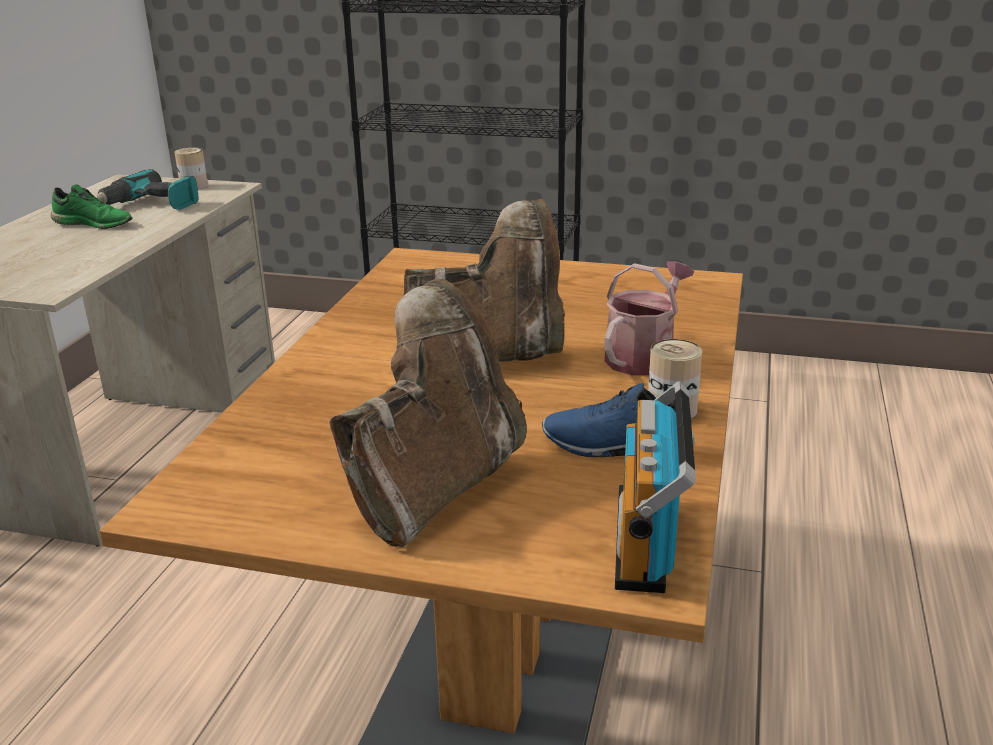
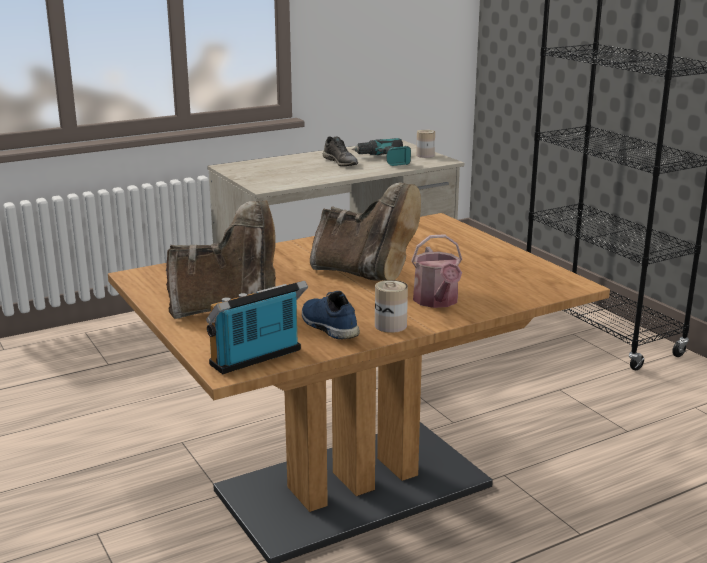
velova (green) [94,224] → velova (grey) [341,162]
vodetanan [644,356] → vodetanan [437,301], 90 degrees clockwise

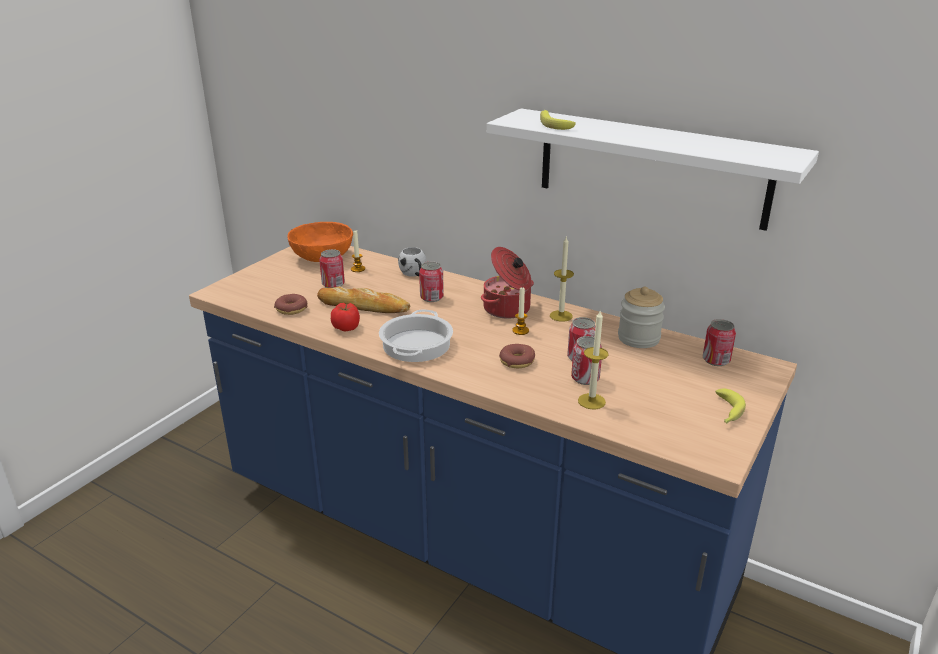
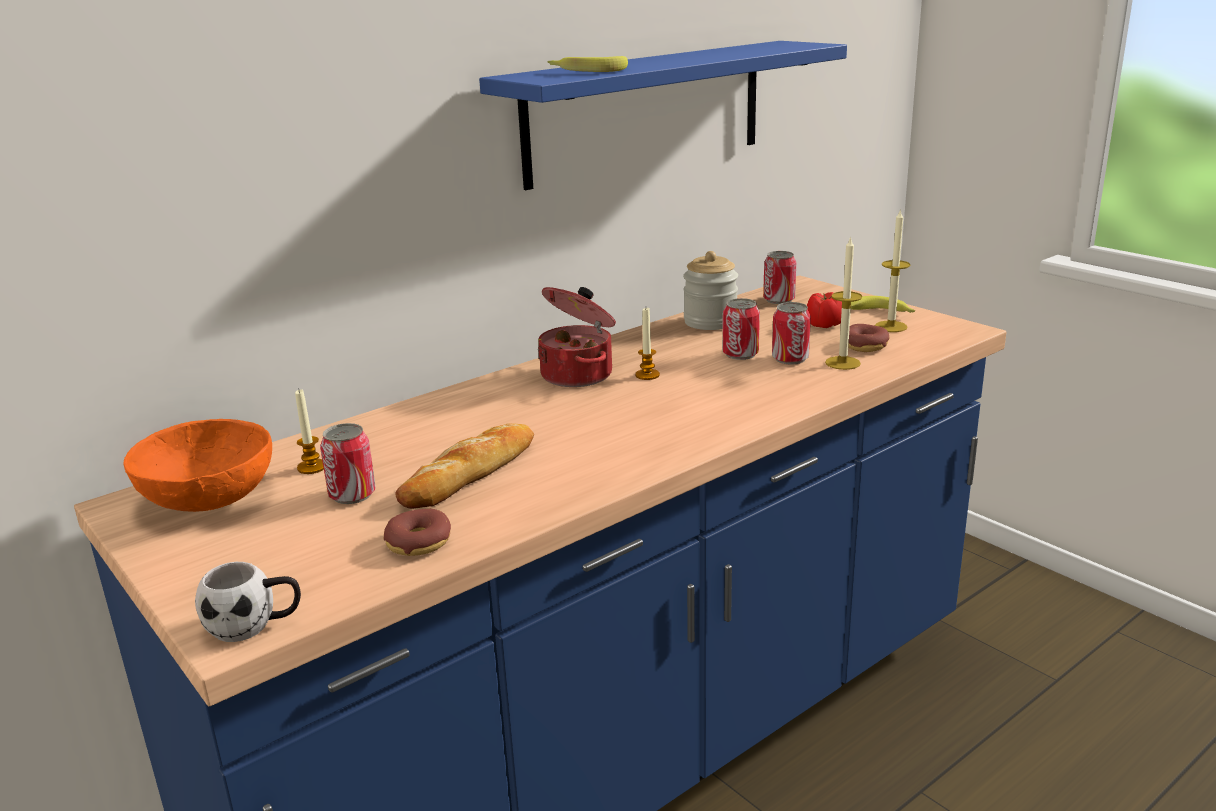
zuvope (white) [651,168] → zuvope (blue) [646,112]
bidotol [561,316] → bidotol [891,326], move
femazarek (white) [414,274] → femazarek (white) [254,625], move
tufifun [431,297] → -
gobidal [346,327] → gobidal [823,325], move
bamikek [417,345] → -
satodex [517,361] → satodex [864,345], move

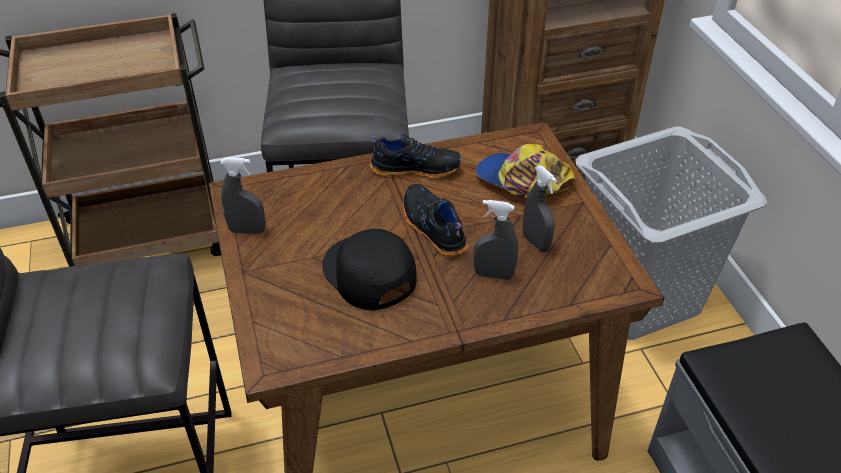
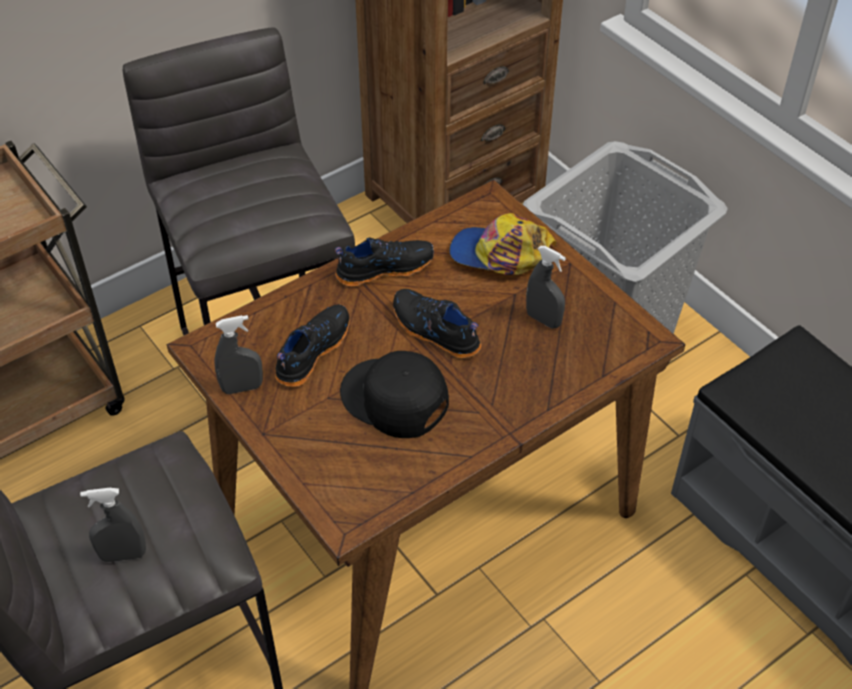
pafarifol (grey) [493,275] → pafarifol (grey) [123,555], move
- → velova (black) [311,352]

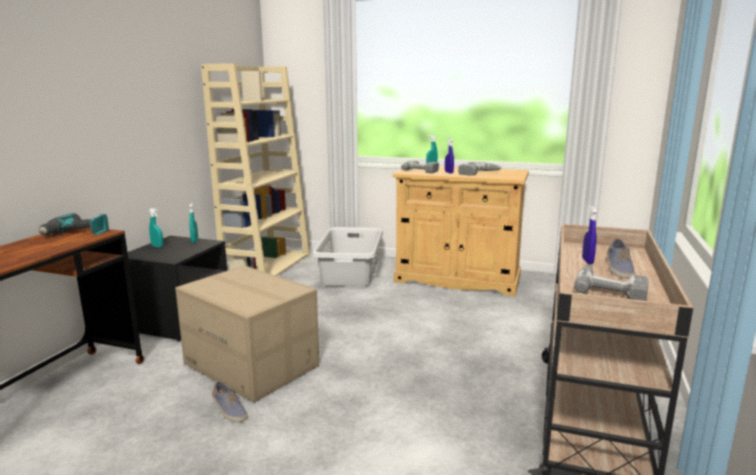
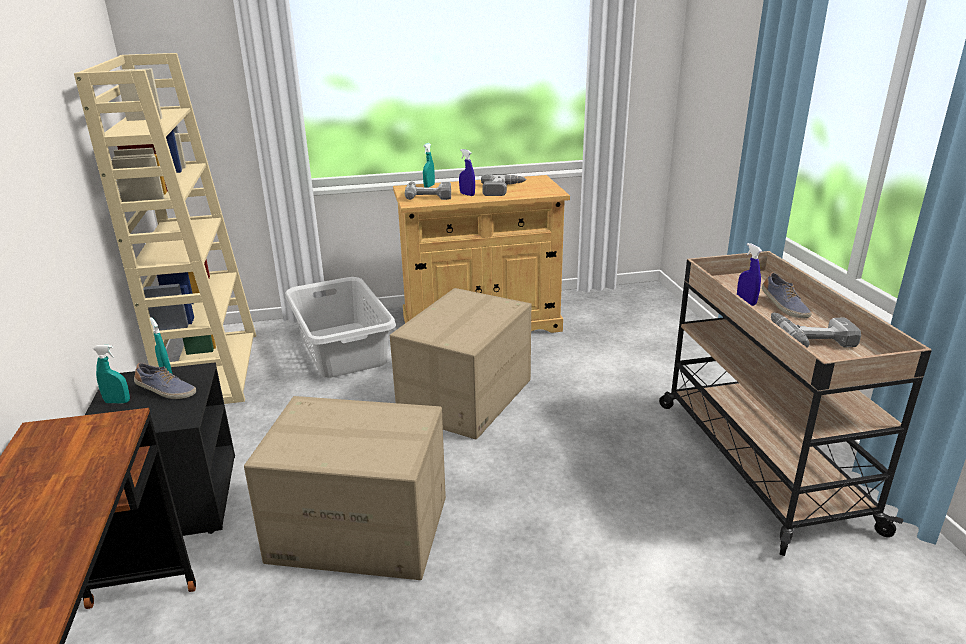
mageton [76,234] → -
velova [229,410] → velova [166,392], move
- → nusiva [467,398]

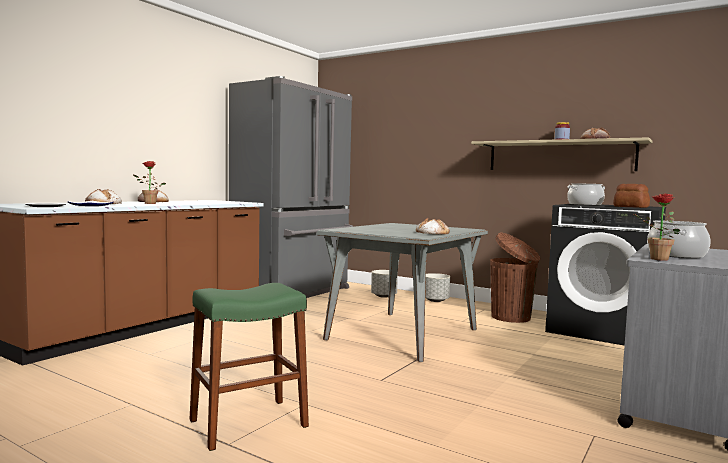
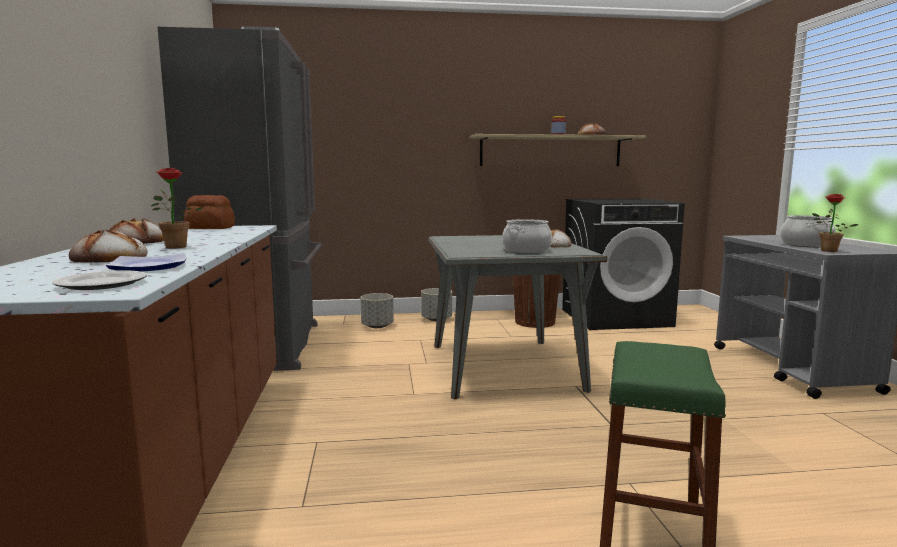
bamikek [585,204] → bamikek [526,251], move
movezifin [631,207] → movezifin [210,228], move

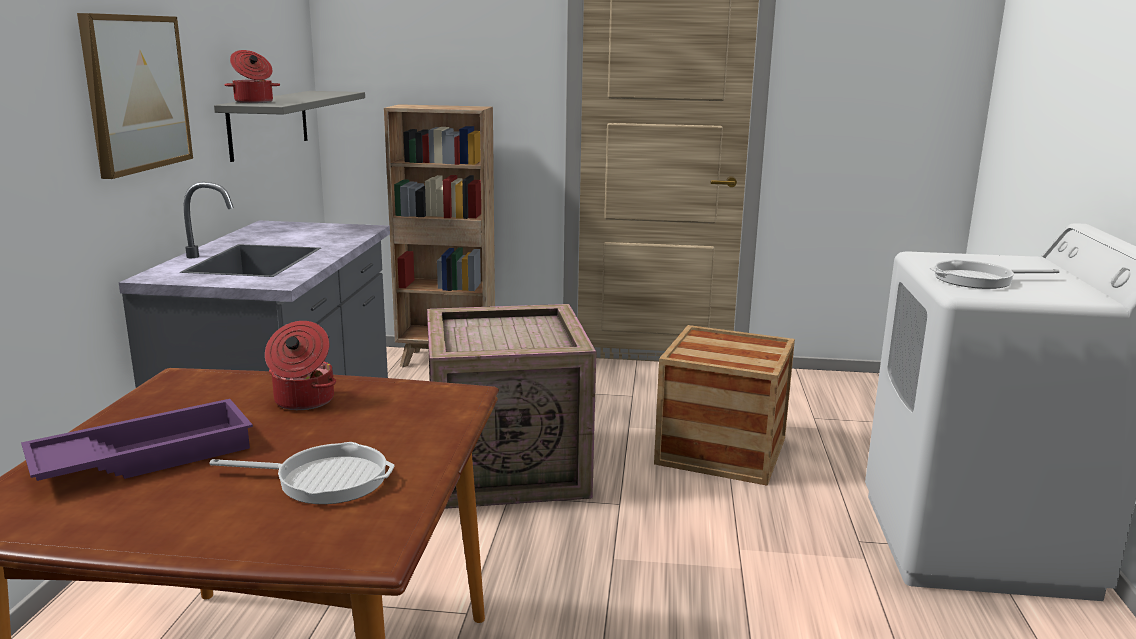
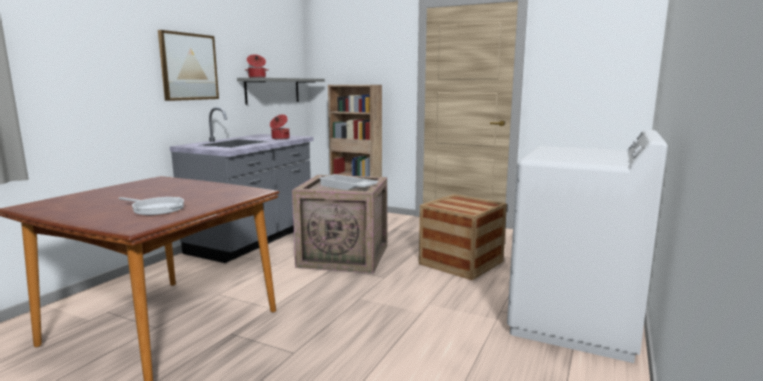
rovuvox [978,280] → -
bamikek [303,401] → bamikek [280,138], move
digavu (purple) [145,456] → -
- → digavu (white) [347,187]

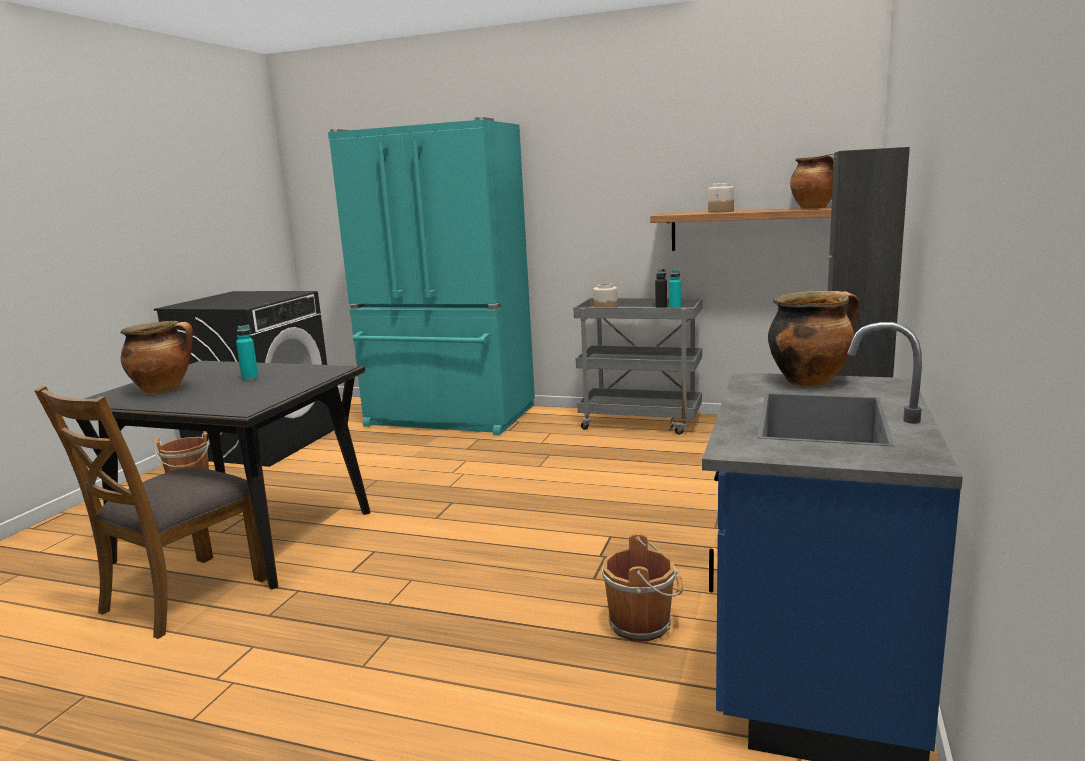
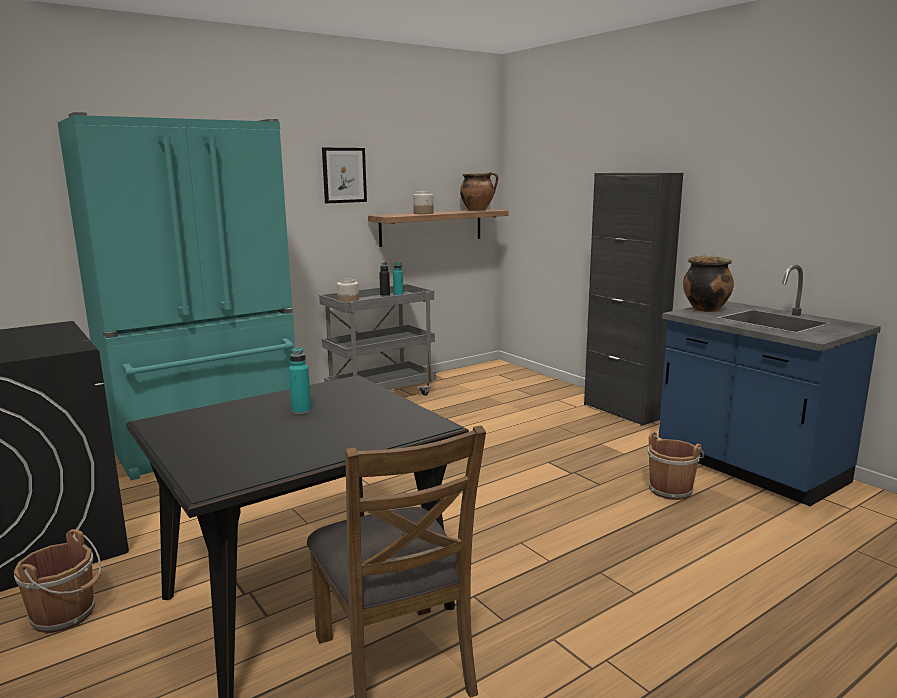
bamikek [164,389] → -
- → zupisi [344,175]

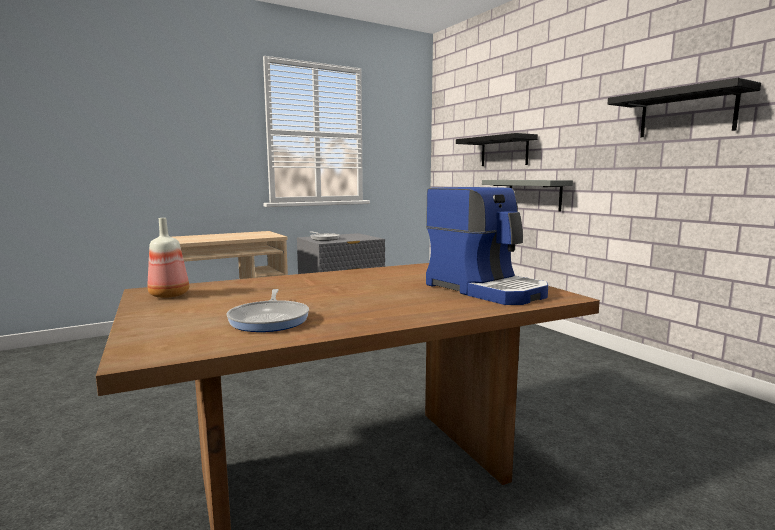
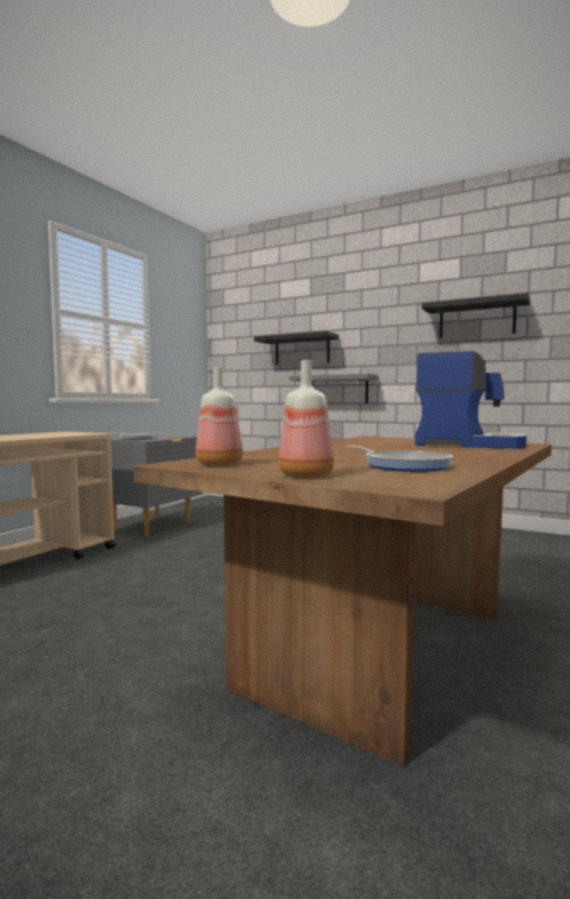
- → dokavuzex [307,475]

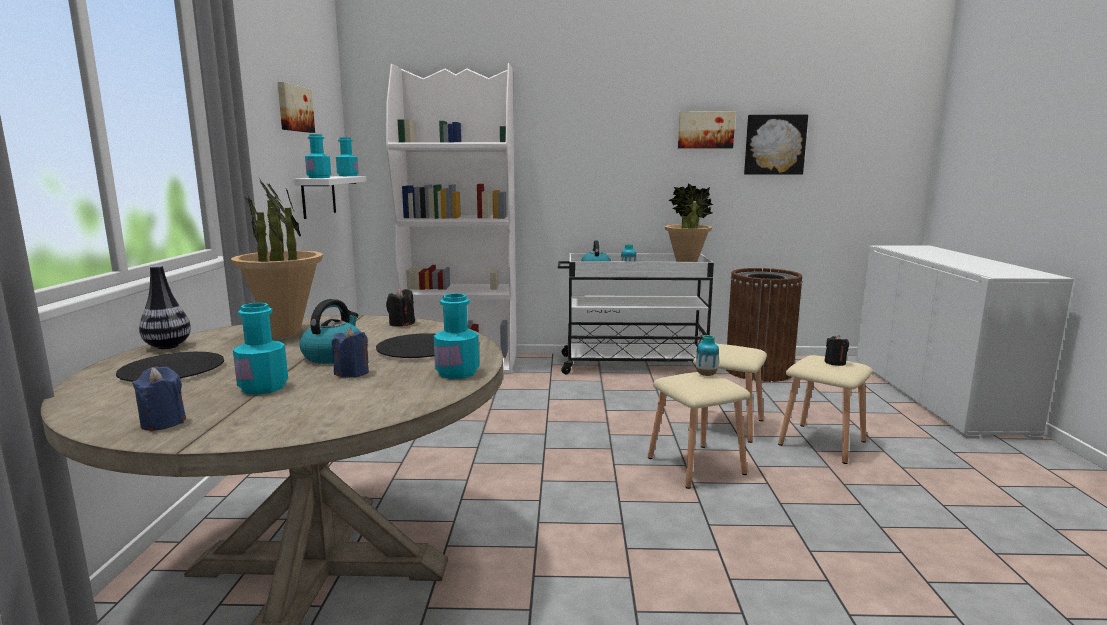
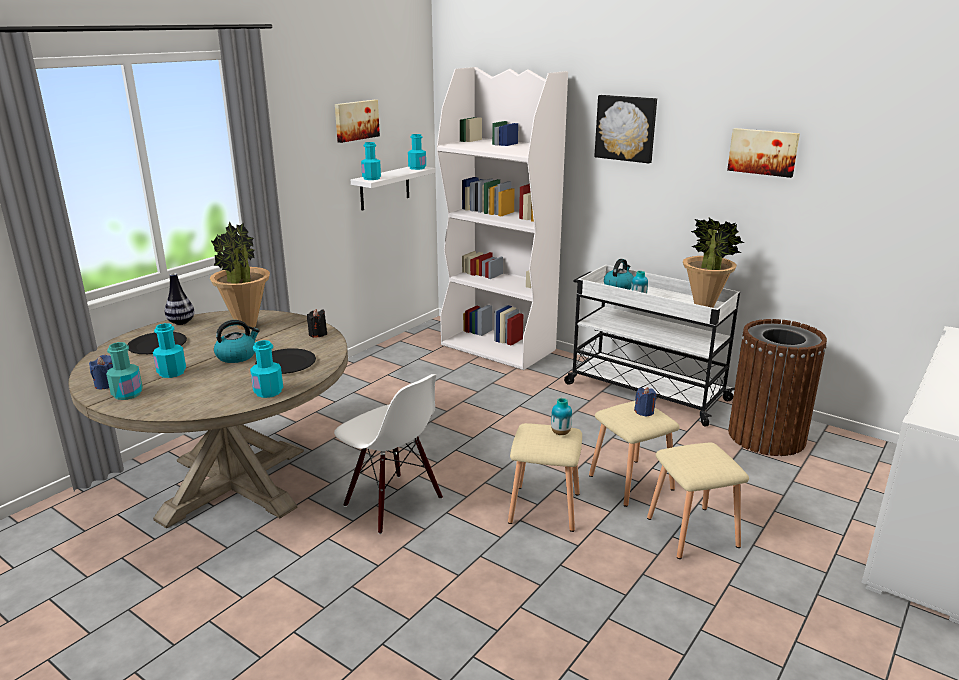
zupisi [774,145] → zupisi [626,128], move
bidotol (blue) [352,373] → bidotol (blue) [644,412], move
bidotol (black) [835,363] → -
- → dokavuzex (turquoise) [127,394]
- → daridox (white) [392,503]

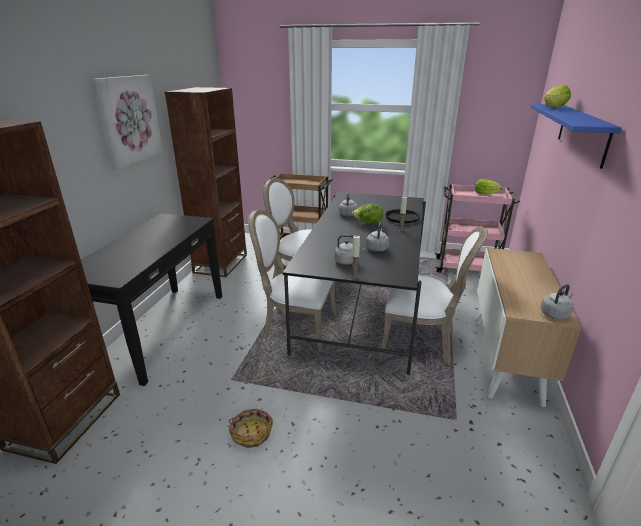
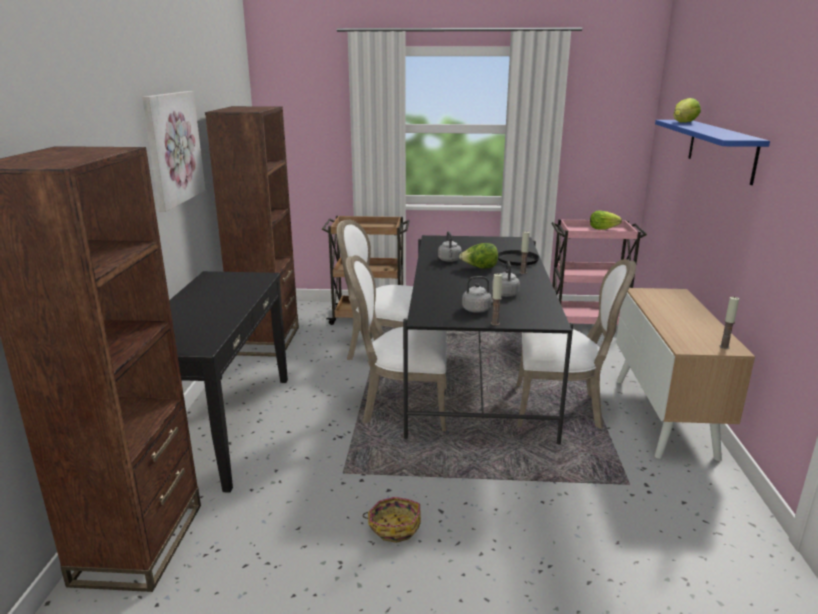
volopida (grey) [555,314] → bidotol [724,347]

